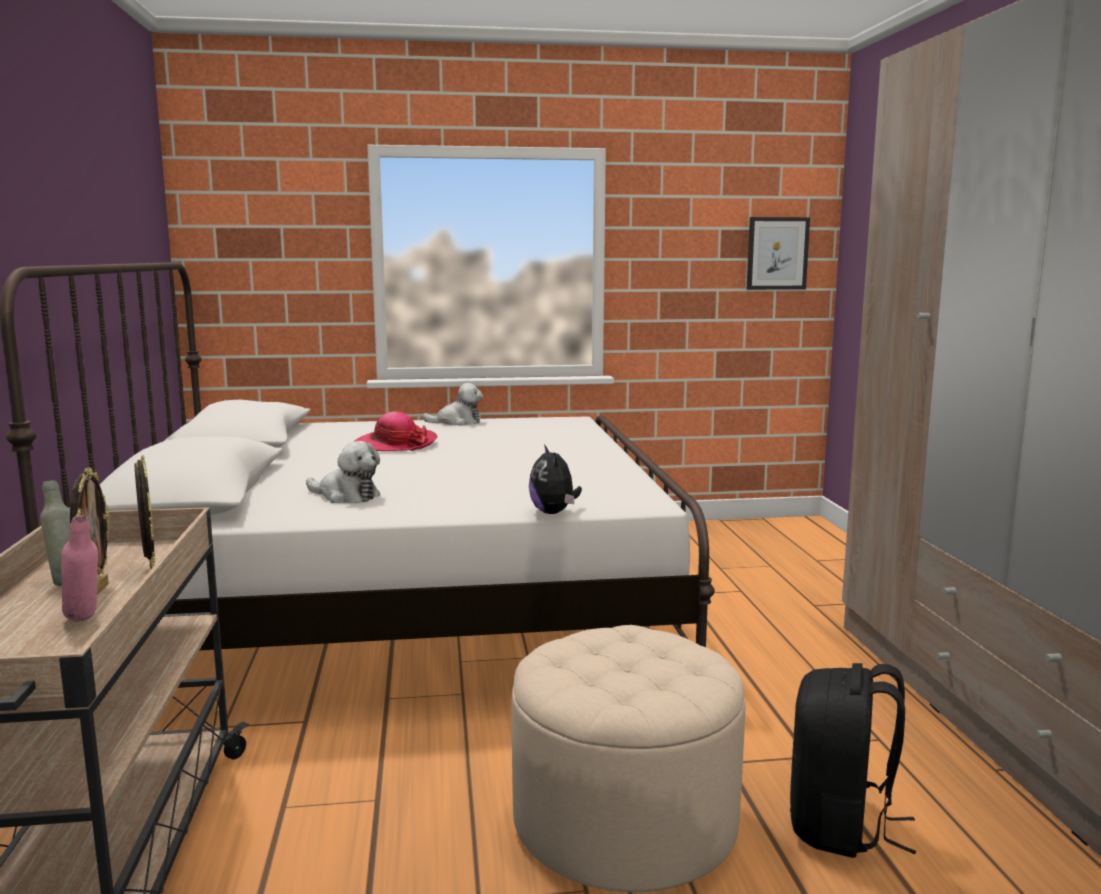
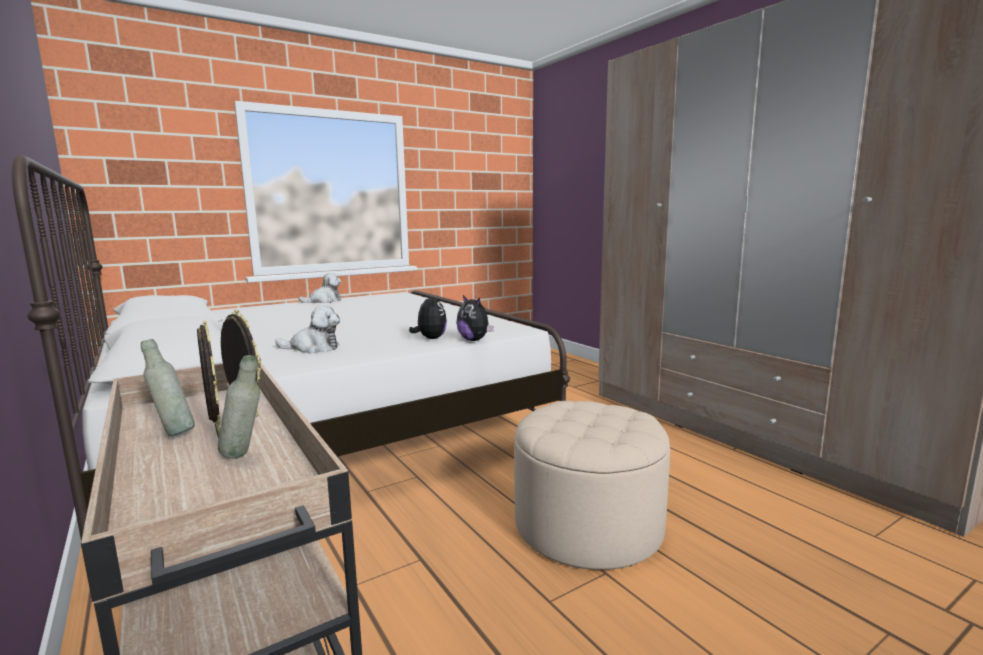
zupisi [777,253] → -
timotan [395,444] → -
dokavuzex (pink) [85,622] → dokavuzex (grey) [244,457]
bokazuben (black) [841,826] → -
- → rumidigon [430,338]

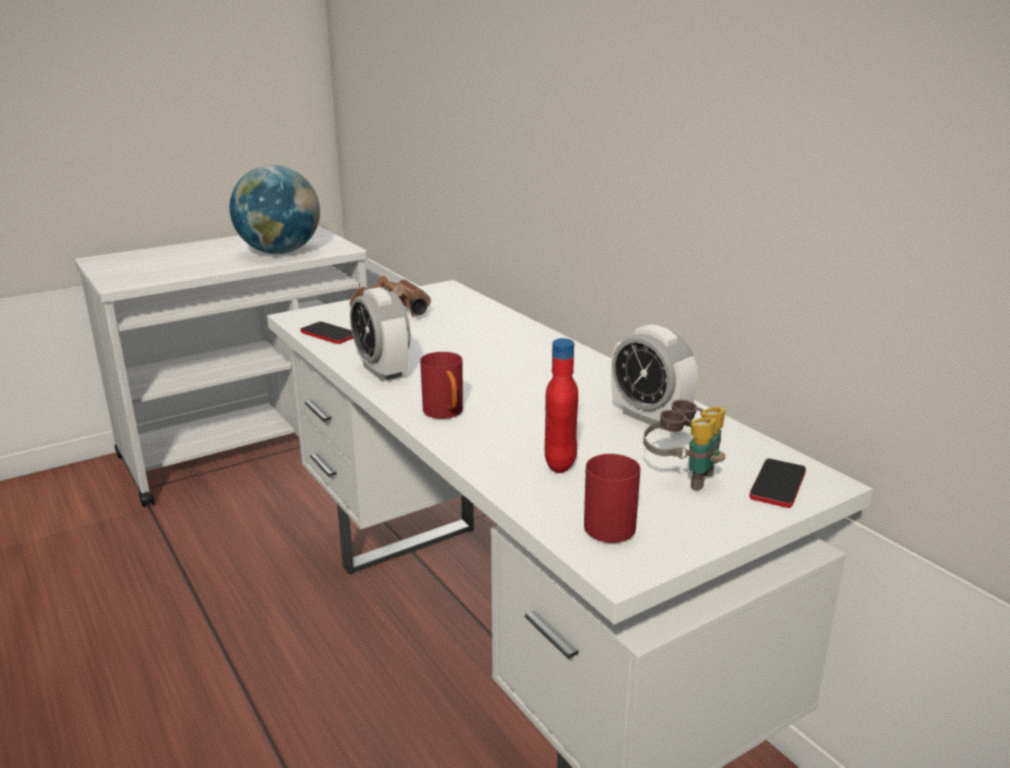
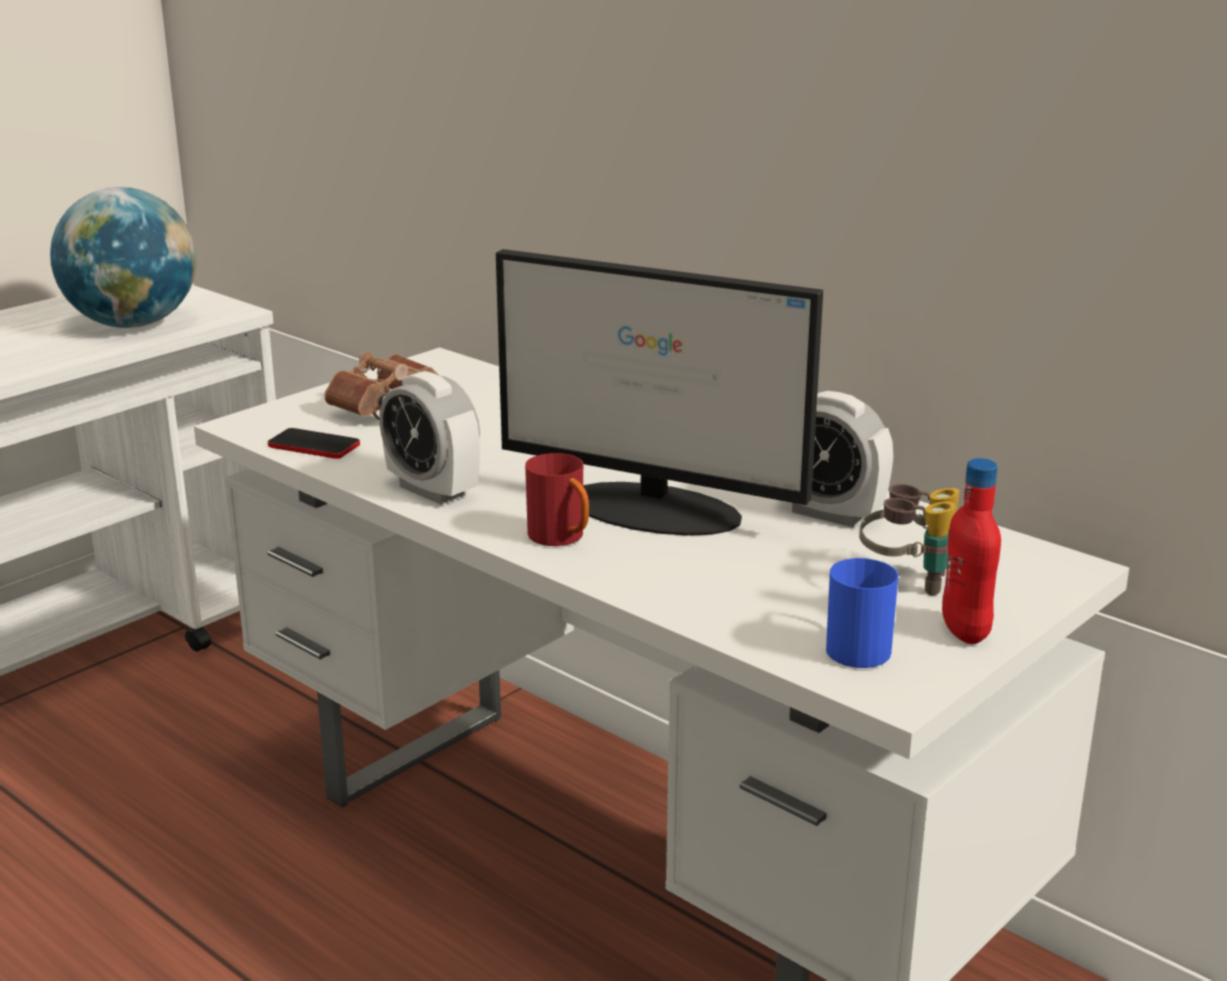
dokavuzex (red) [560,463] → dokavuzex (red) [965,631], move
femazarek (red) [609,523] → femazarek (blue) [854,646]
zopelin [777,484] → -
- → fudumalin [656,509]

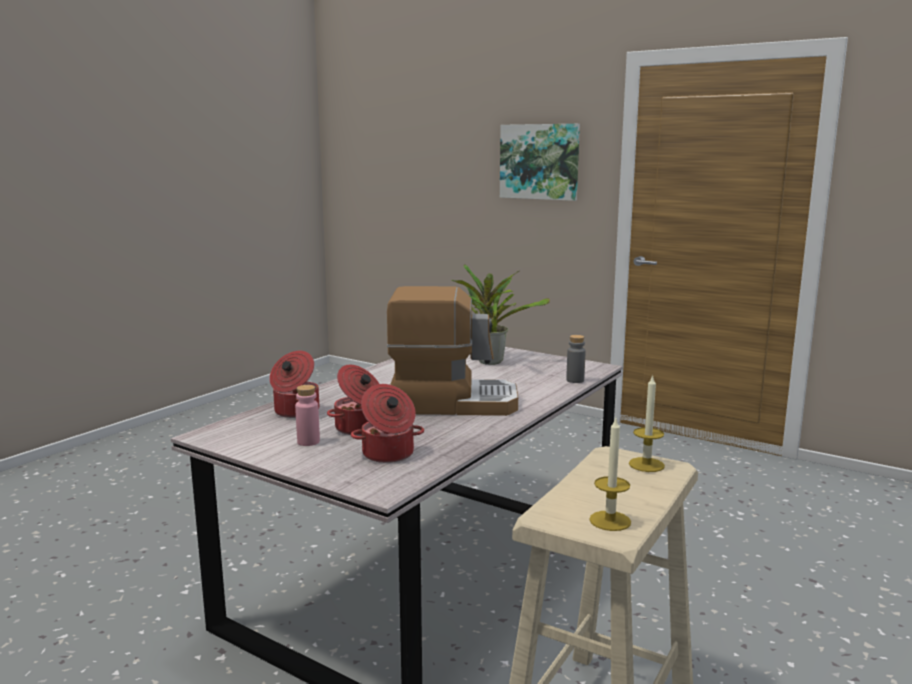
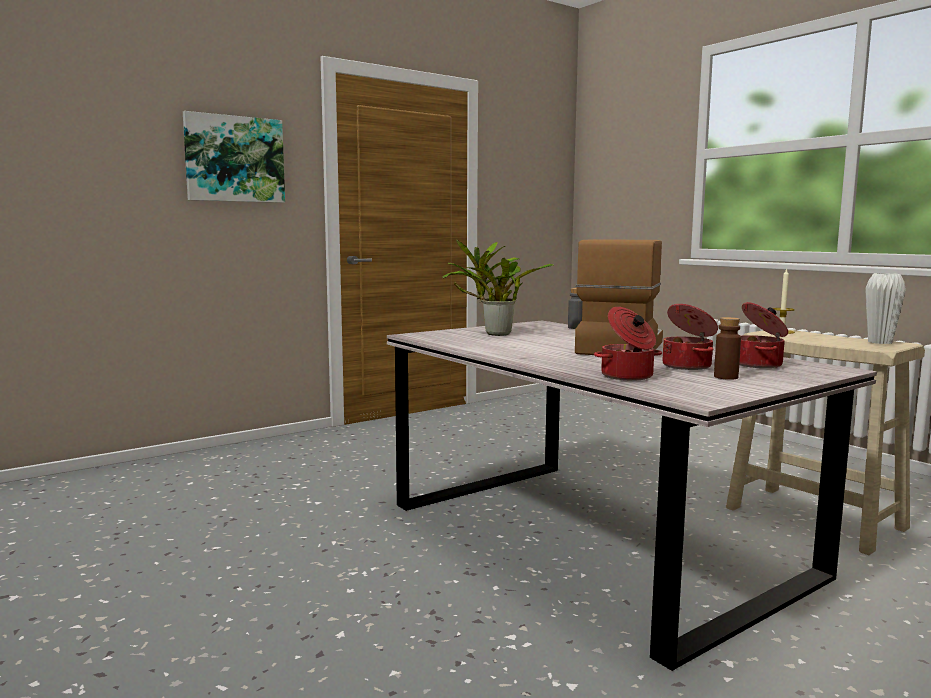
dokavuzex (pink) [308,442] → dokavuzex (brown) [726,377]
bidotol [610,521] → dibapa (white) [880,342]

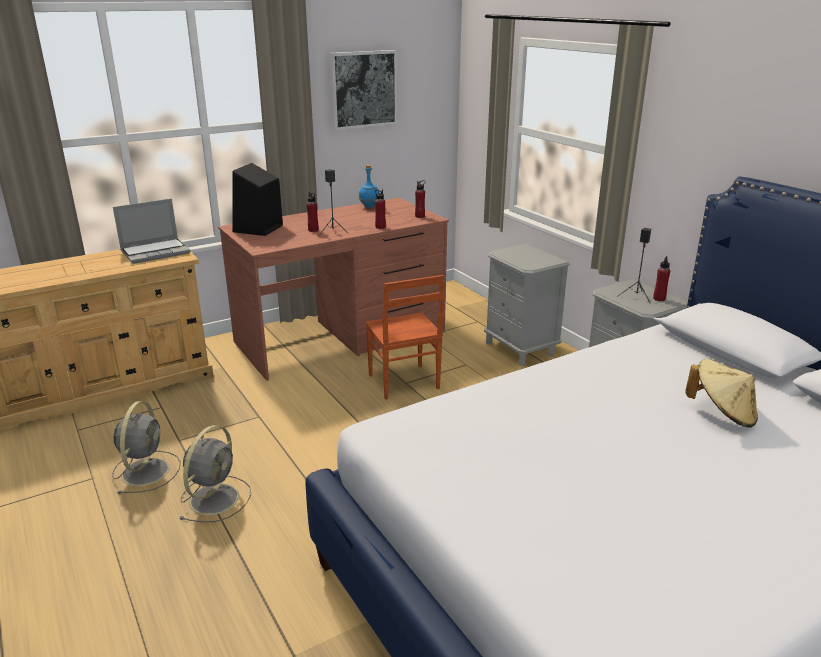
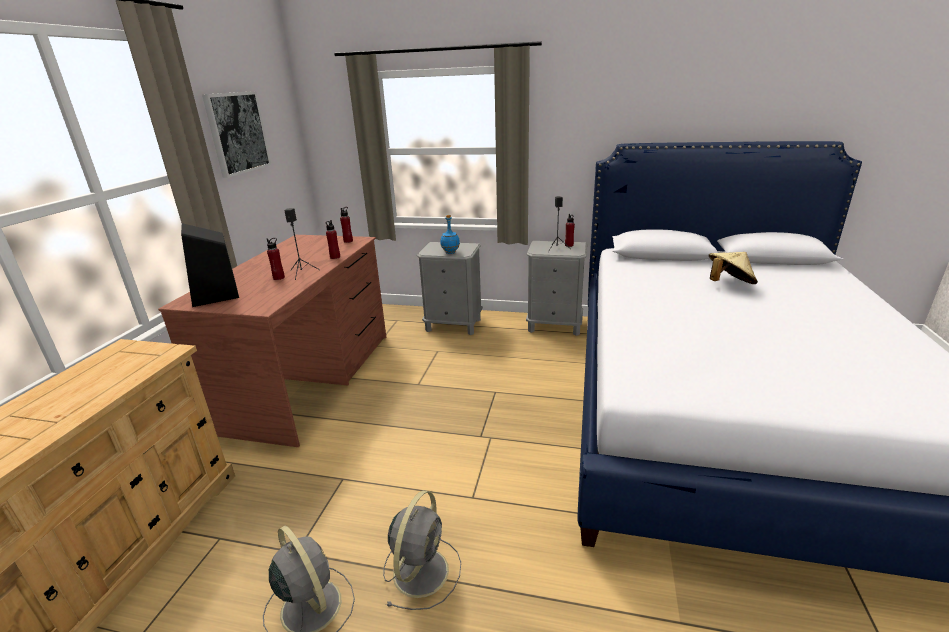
dokavuzex (blue) [369,207] → dokavuzex (blue) [450,252], move
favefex [156,252] → -
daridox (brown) [403,382] → -
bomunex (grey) [215,497] → bomunex (grey) [422,569], 45 degrees clockwise

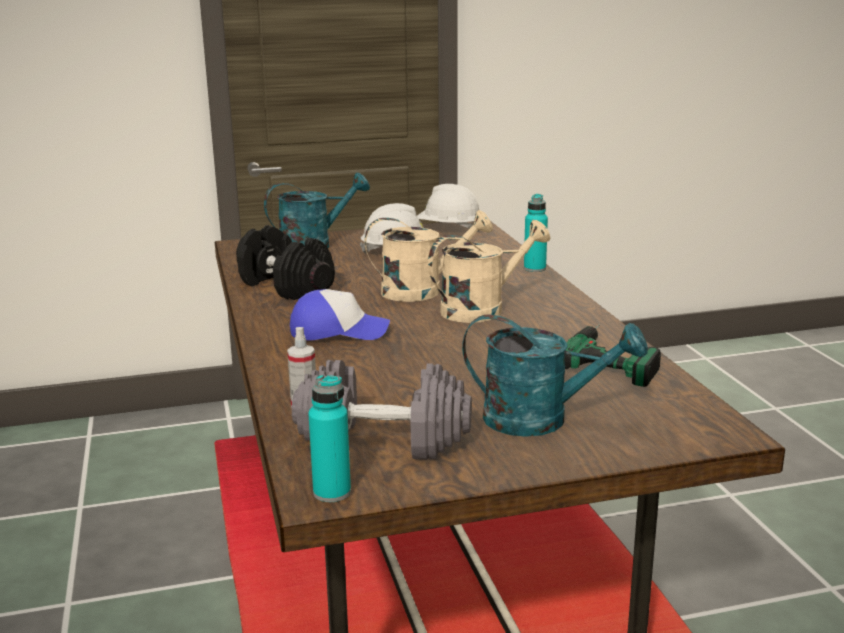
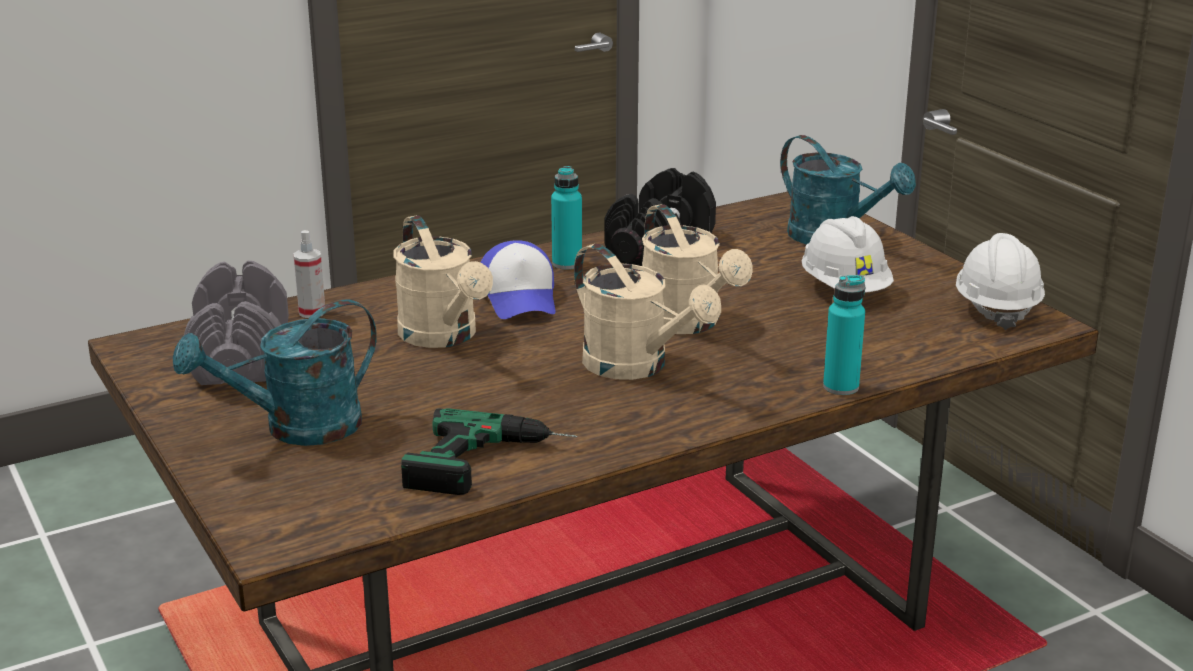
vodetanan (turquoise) [541,420] → vodetanan (turquoise) [297,429], 60 degrees clockwise
dokavuzex (turquoise) [332,492] → dokavuzex (turquoise) [567,263], move
- → vodetanan (beige) [444,337]

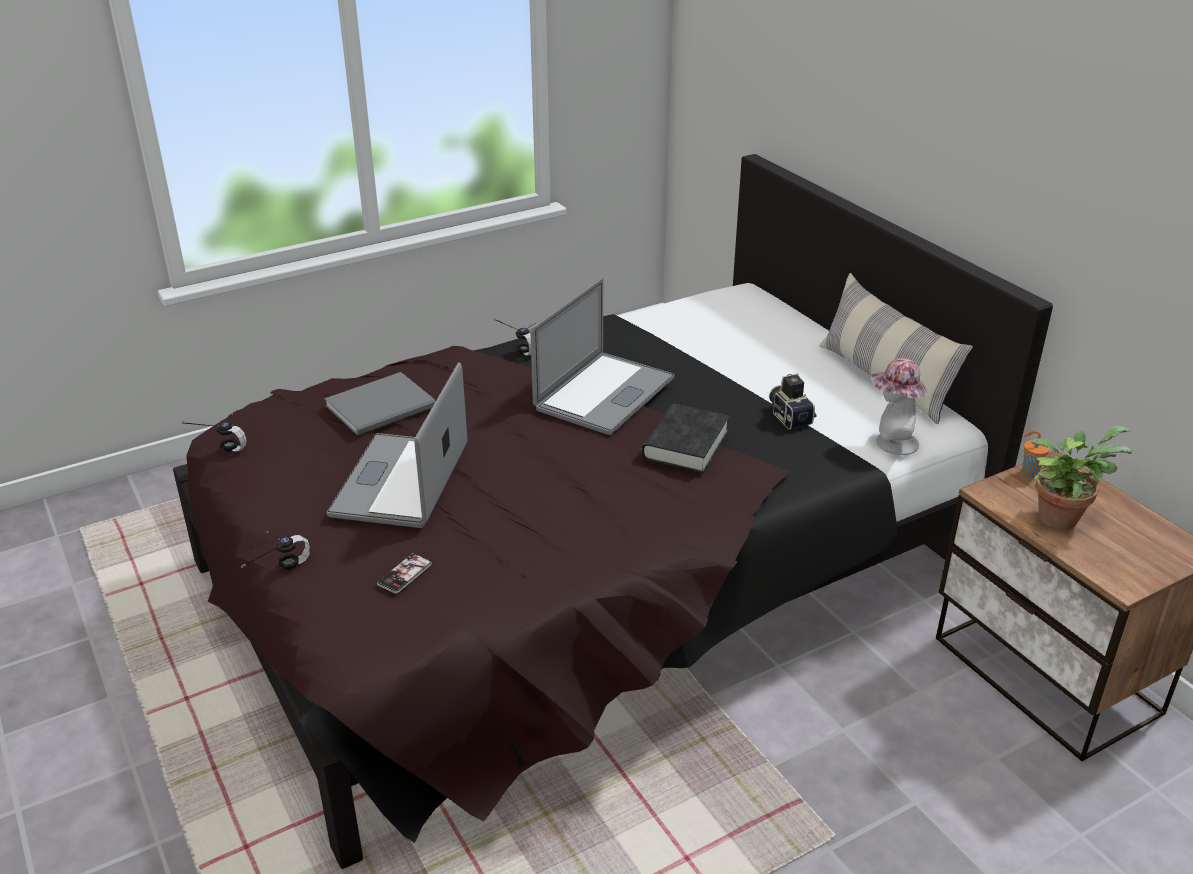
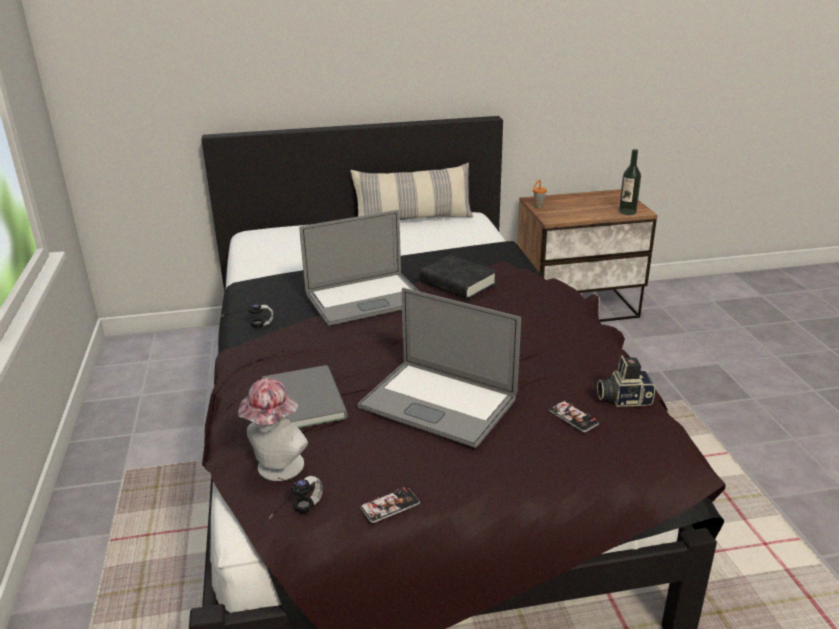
favefex [604,393] → favefex [365,299], 105 degrees clockwise
timotan [891,443] → timotan [277,469], move
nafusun [790,416] → nafusun [623,398], move
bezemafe [1060,516] → -
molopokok [274,568] → -
- → dokavuzex [627,212]
- → zopelin [390,506]

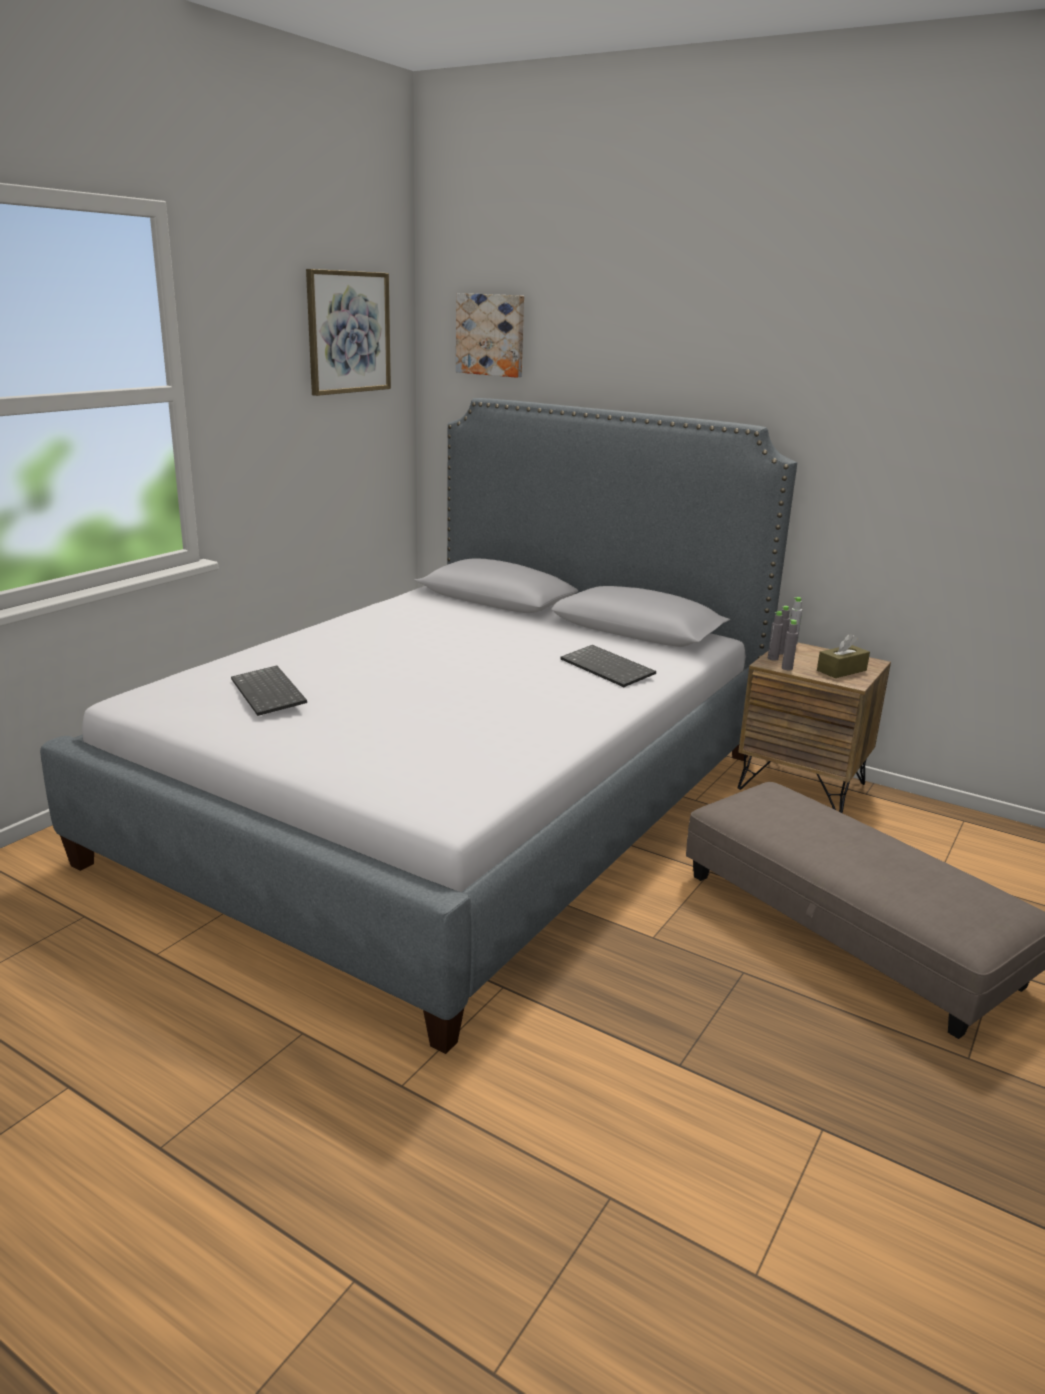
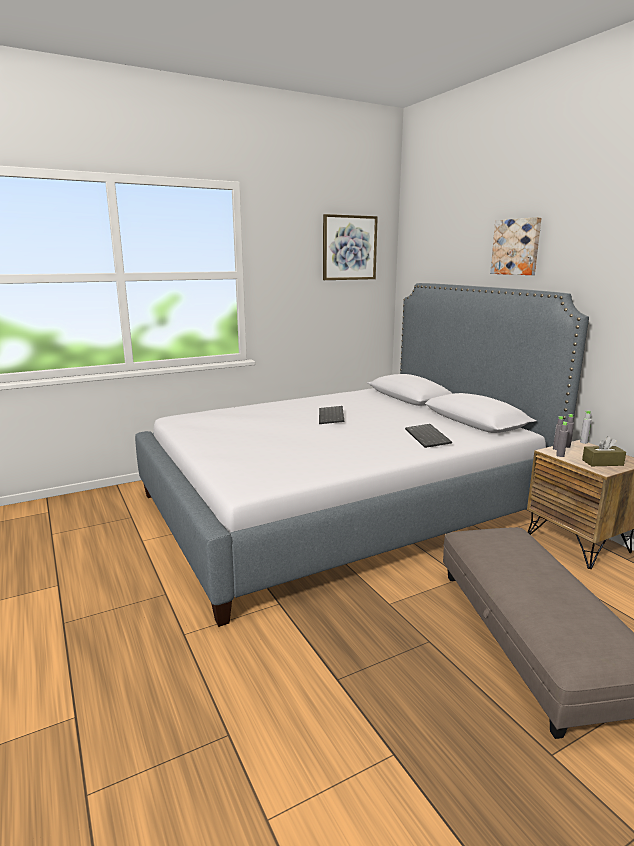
zupisi [491,335] → zupisi [516,247], move
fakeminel [270,693] → fakeminel [332,416], move

